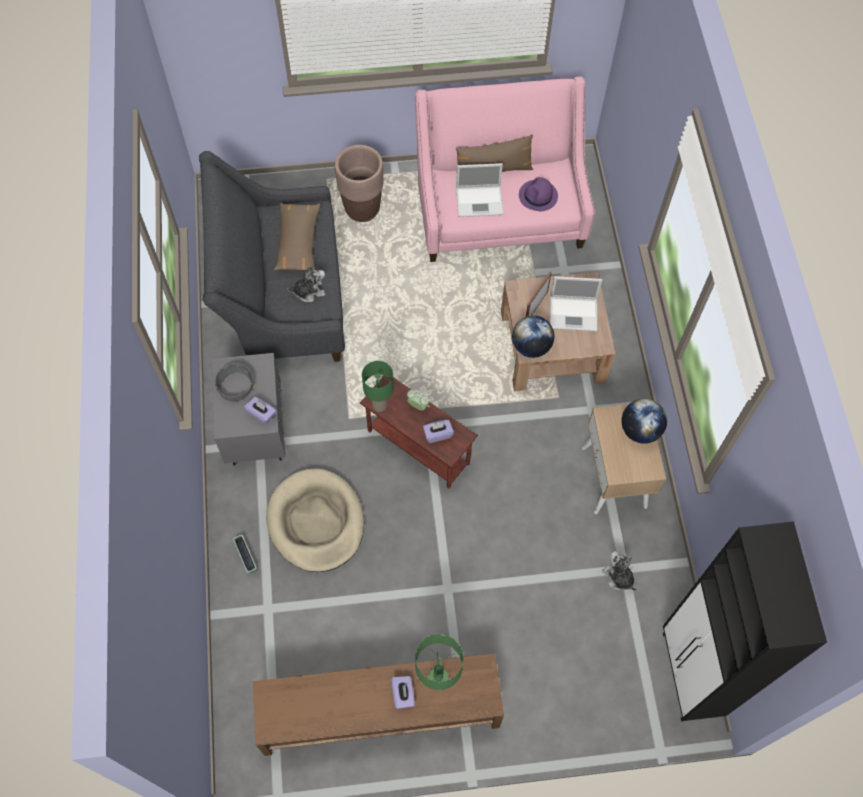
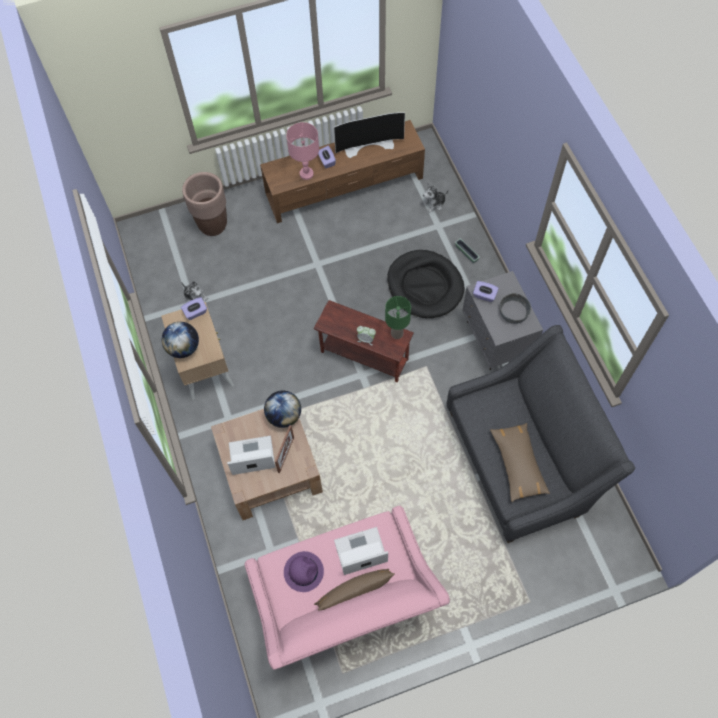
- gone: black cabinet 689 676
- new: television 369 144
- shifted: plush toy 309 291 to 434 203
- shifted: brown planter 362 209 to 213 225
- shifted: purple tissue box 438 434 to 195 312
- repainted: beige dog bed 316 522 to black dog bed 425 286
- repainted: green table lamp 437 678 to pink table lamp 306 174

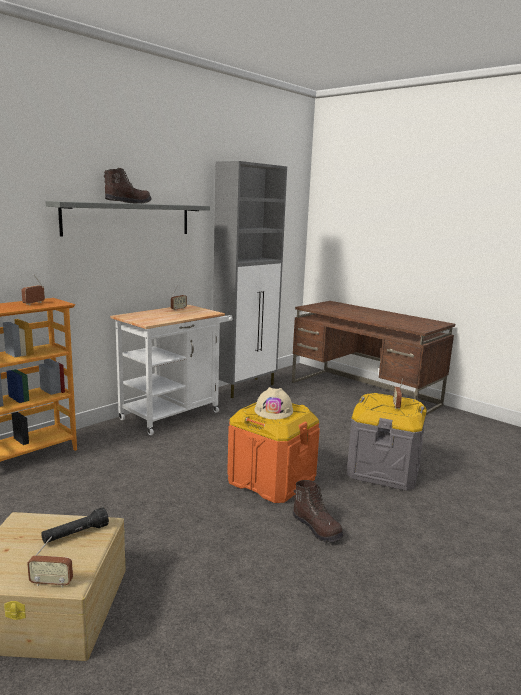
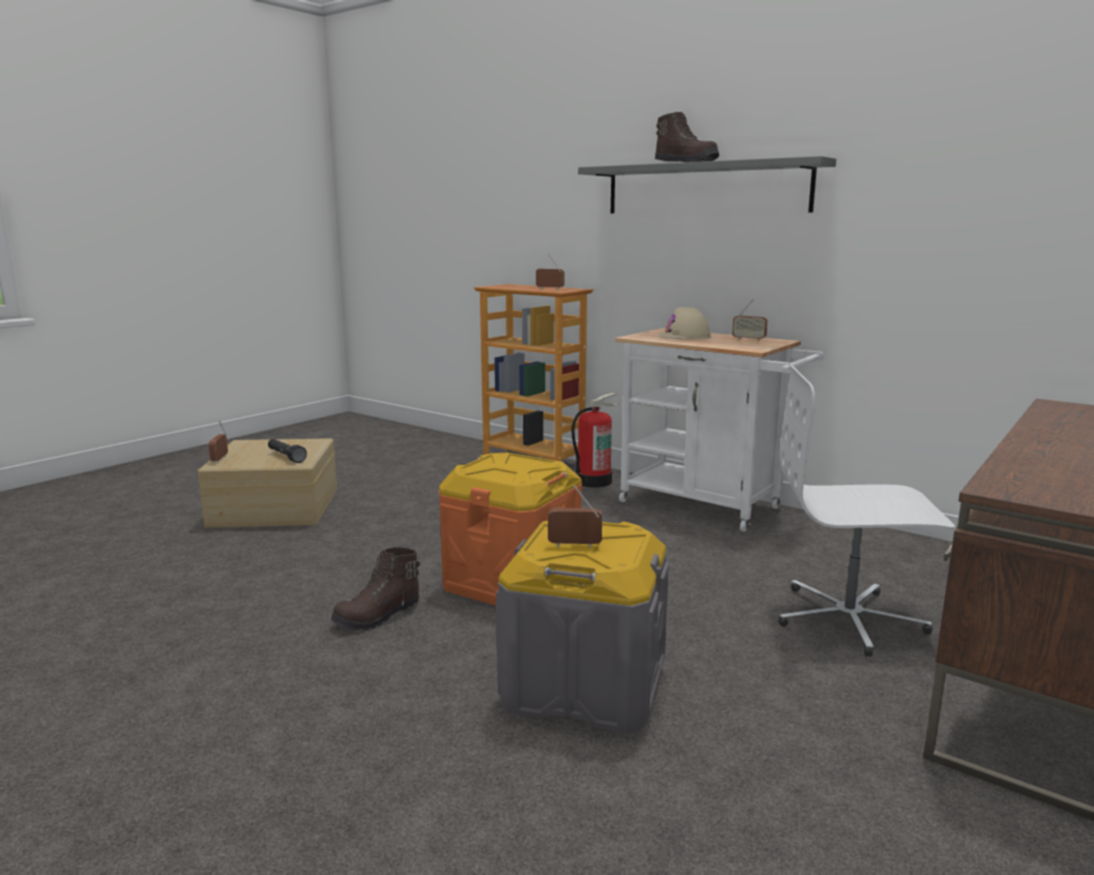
- gone: grey cabinet 245 387
- new: fire extinguisher 593 481
- new: white office chair 849 619
- shifted: beige hard hat 274 411 to 685 336

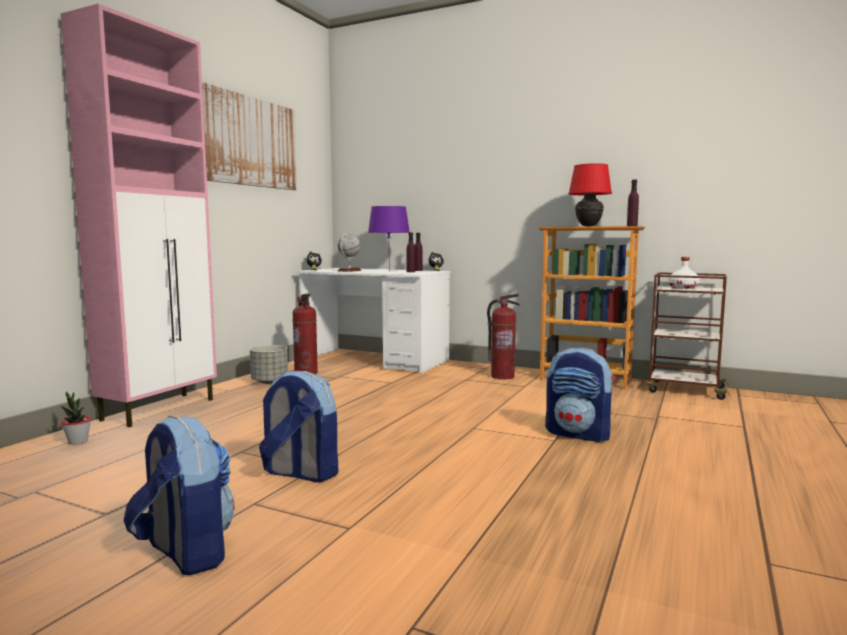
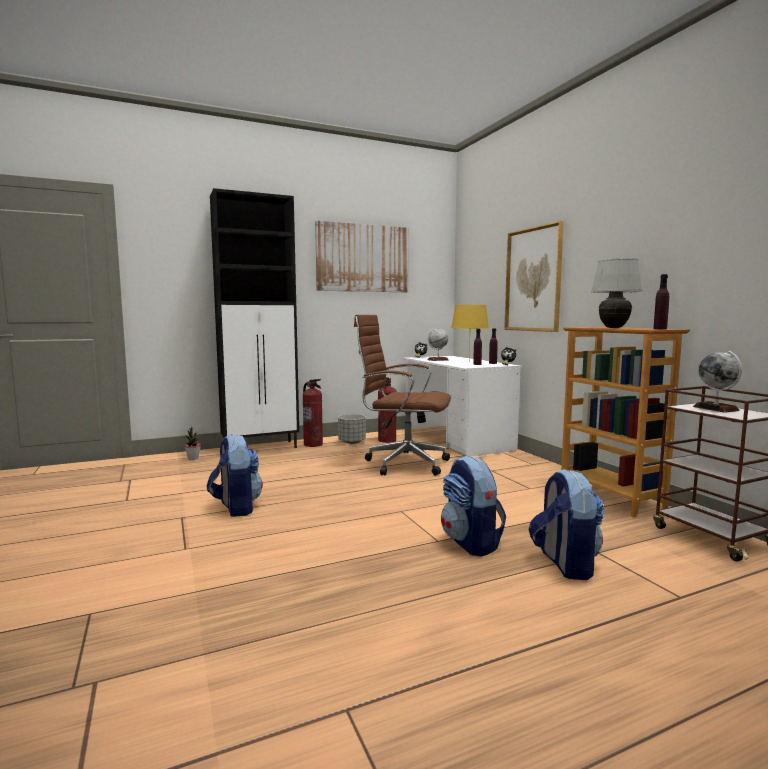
- new: brown office chair 402 463
- new: picture 533 280
- shifted: backpack 185 553 to 564 563
- shifted: fire extinguisher 502 376 to 313 444
- swapped: white bottle 683 288 to globe 716 408
- repainted: pink cabinet 161 409 to black cabinet 261 448
- repainted: purple table lamp 389 270 to yellow table lamp 469 361
- repainted: red table lamp 588 226 to white table lamp 613 328

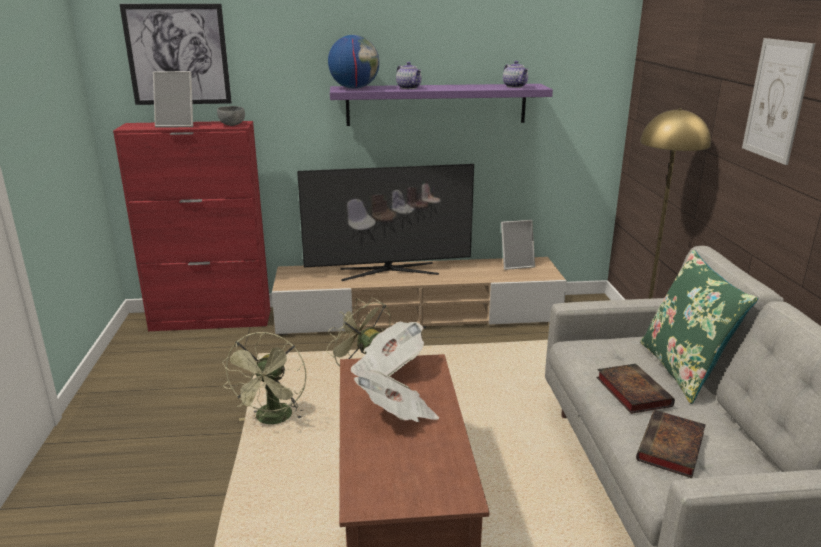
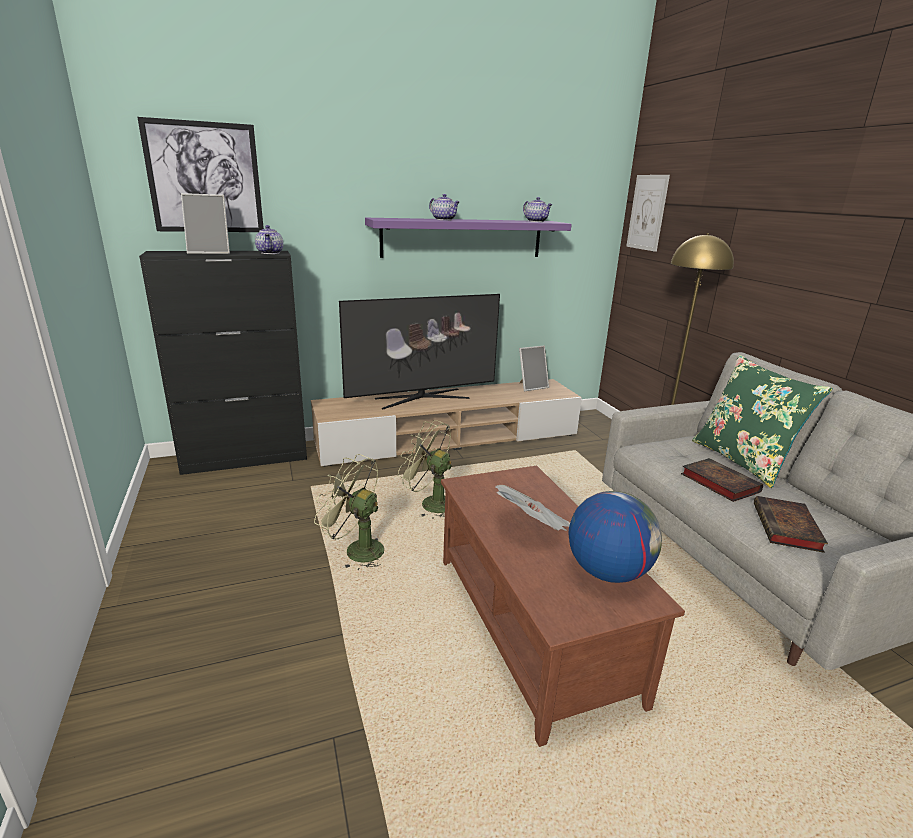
- gone: newspaper 387 368
- shifted: globe 354 88 to 607 572
- shifted: picture 776 100 to 647 212
- swapped: grey bowl 232 125 to teapot 271 253
- repainted: red cabinet 212 320 to black cabinet 246 458
- rotated: green fan 273 420 = 356 550 120 degrees clockwise

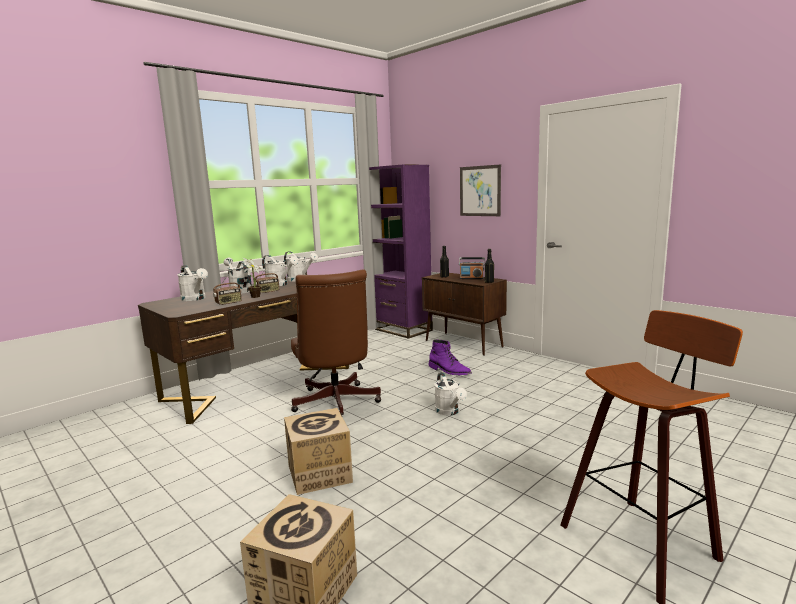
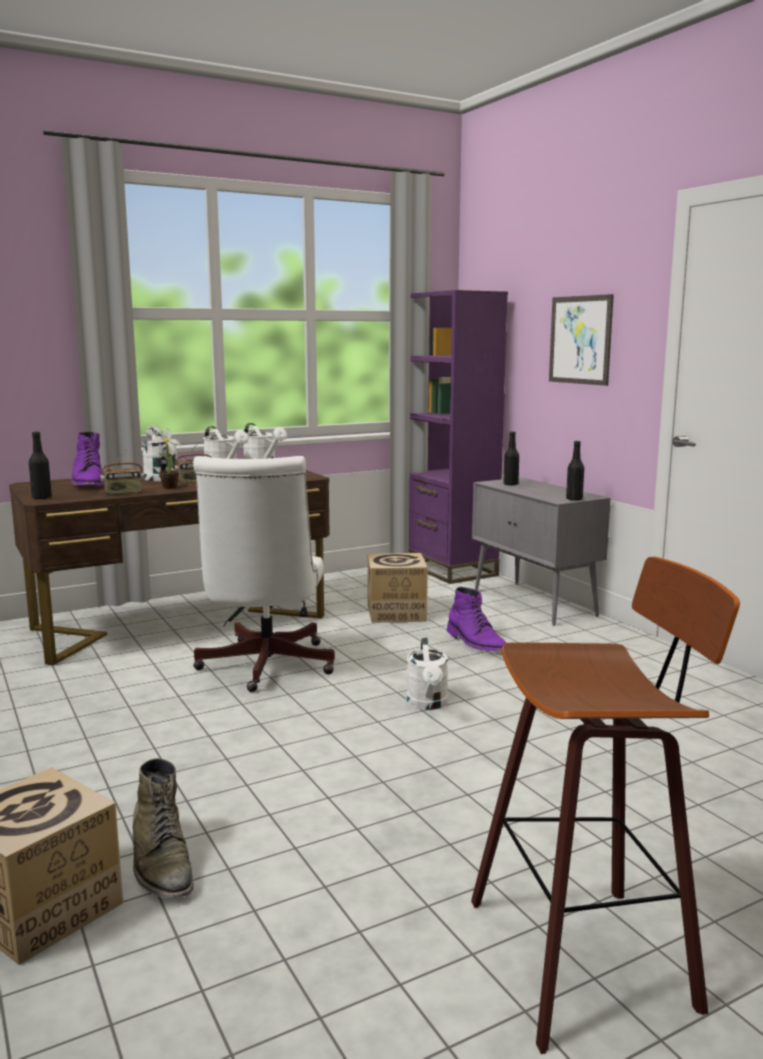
- gone: radio 471 278
- new: black bottle 42 498
- new: green boot 161 863
- shifted: cardboard box 319 474 to 396 613
- swapped: white watering can 195 299 to purple boot 88 483
- repainted: brown office chair 335 404 to white office chair 264 668
- repainted: brown cabinet 464 344 to grey cabinet 534 603

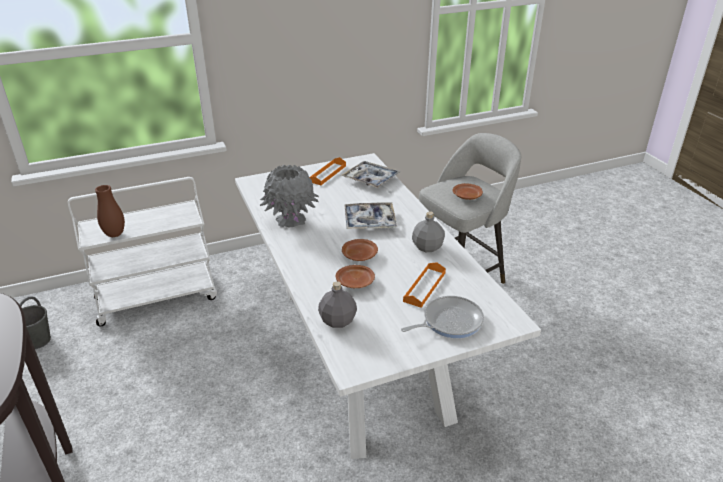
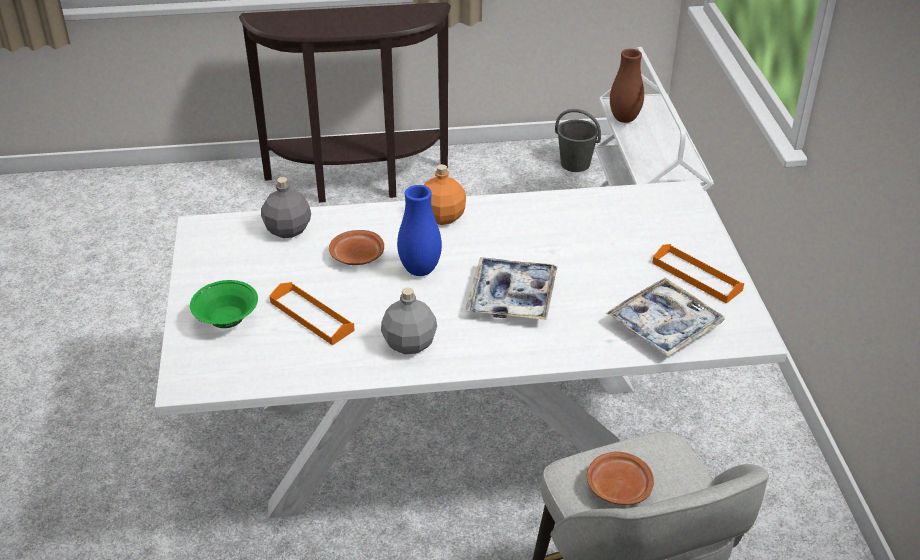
- gone: grey vase 291 220
- new: orange bottle 441 217
- swapped: brown plate 359 255 to blue vase 420 270
- swapped: frying pan 449 321 to green bowl 227 321

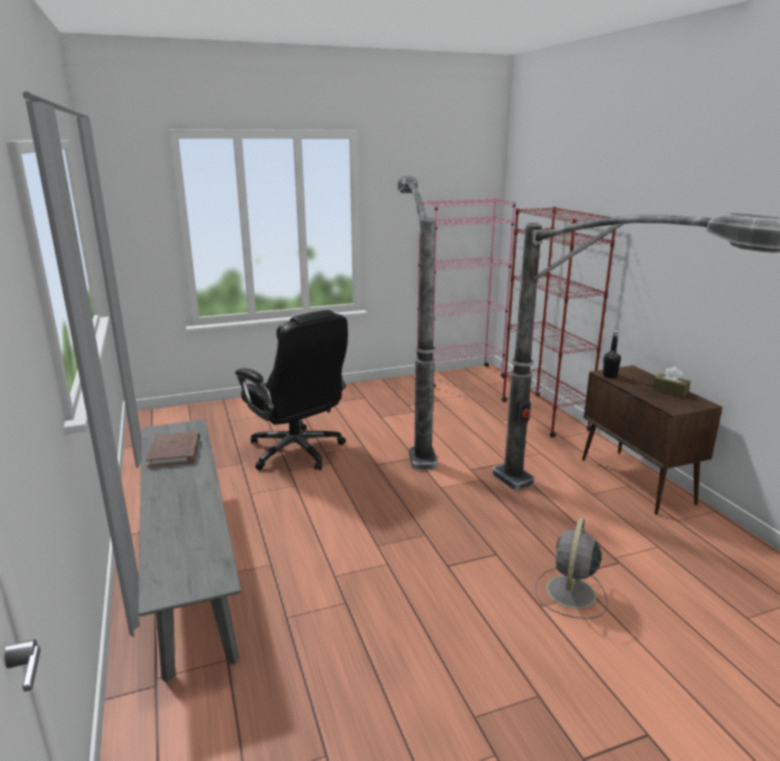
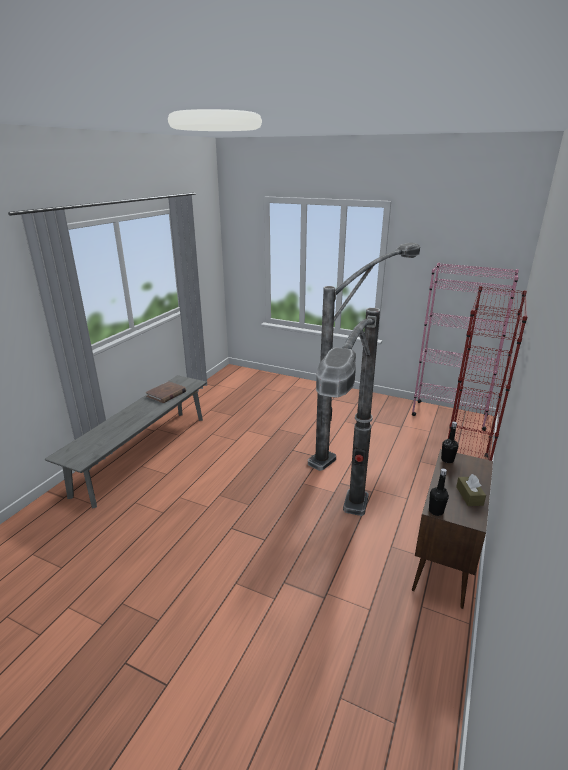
- gone: black office chair 297 451
- gone: grey fan 570 593
- new: black bottle 436 511

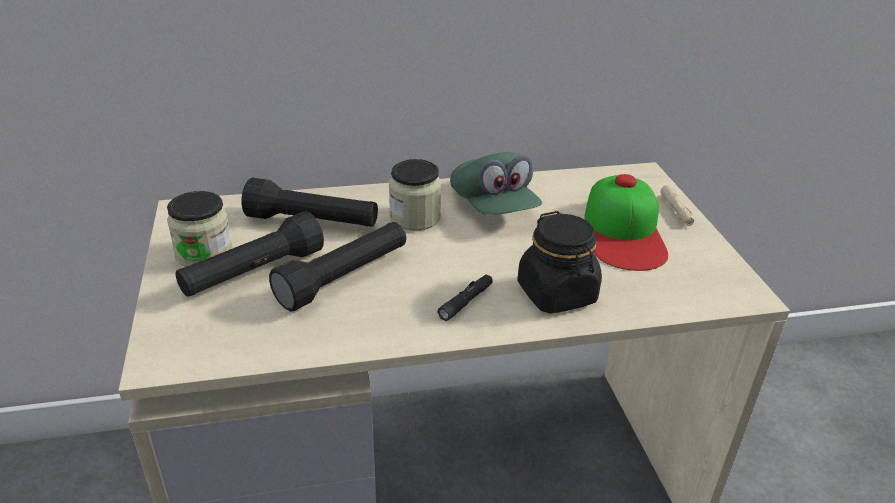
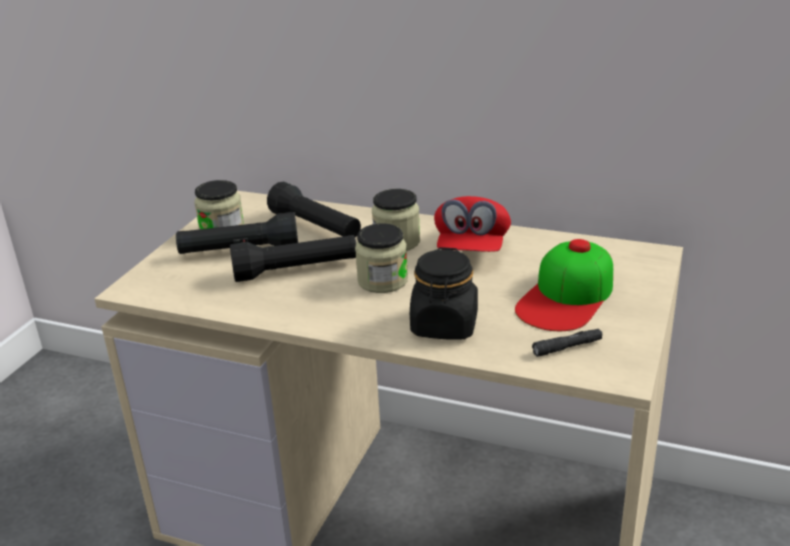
- gone: beige flashlight 676 210
- new: jar 382 281
- shifted: black flashlight 465 302 to 567 347
- repainted: green cap 493 207 to red cap 471 249

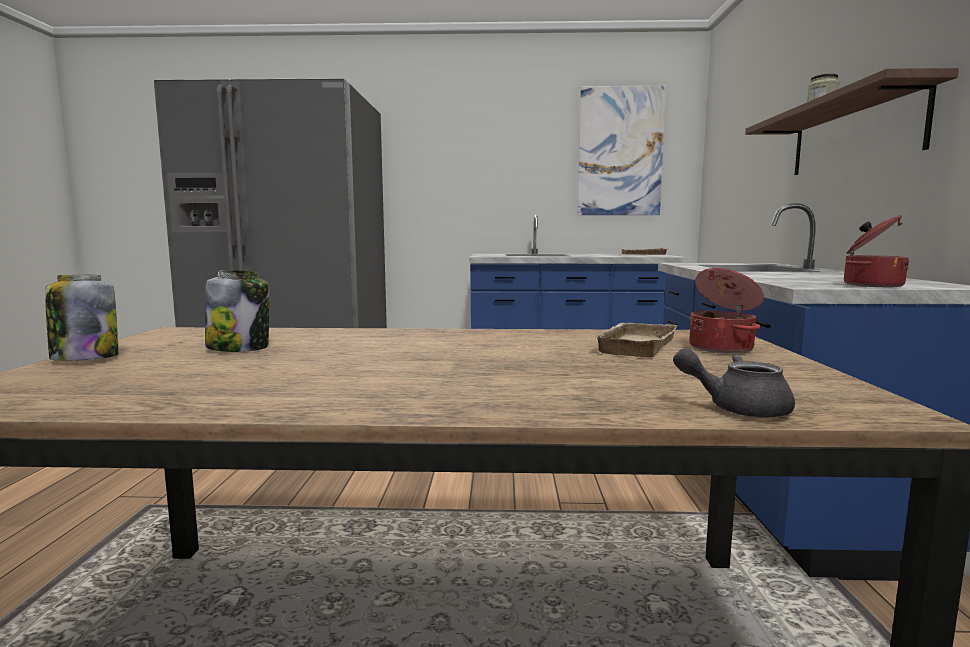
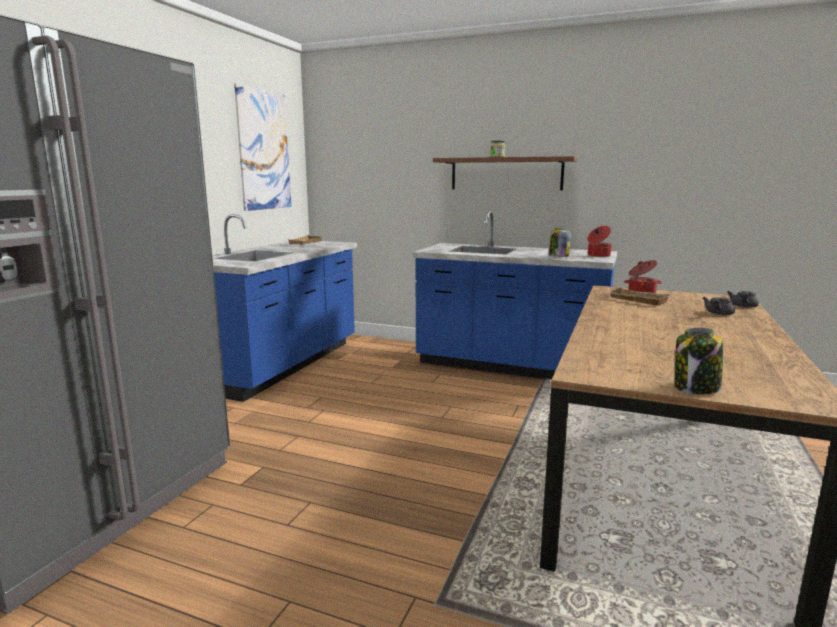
- new: grey teapot 717 314
- shifted: jar 239 348 to 558 256

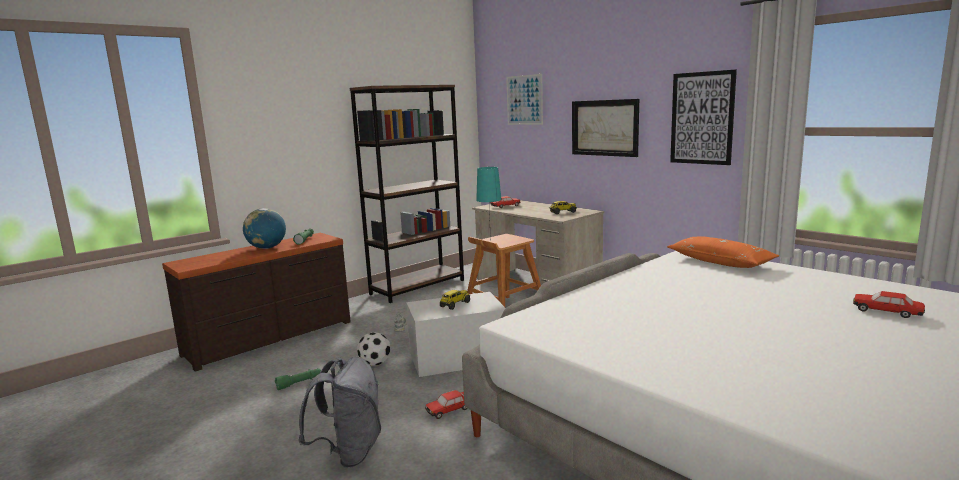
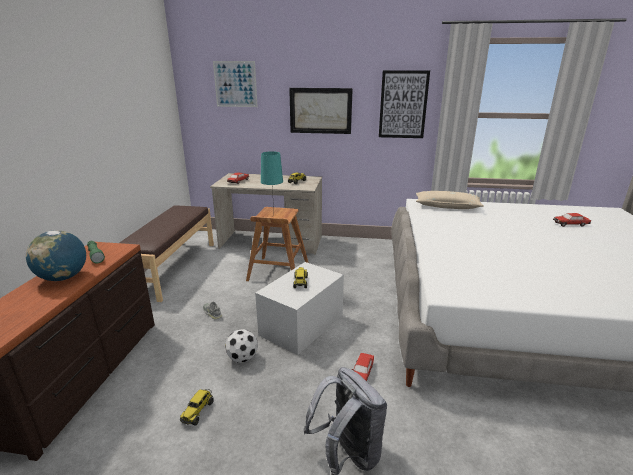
- swapped: green flashlight 299 383 to toy truck 198 411
- swapped: brown bookcase 418 287 to brown bench 171 268
- repainted: orange pillow 720 262 to beige pillow 447 206

